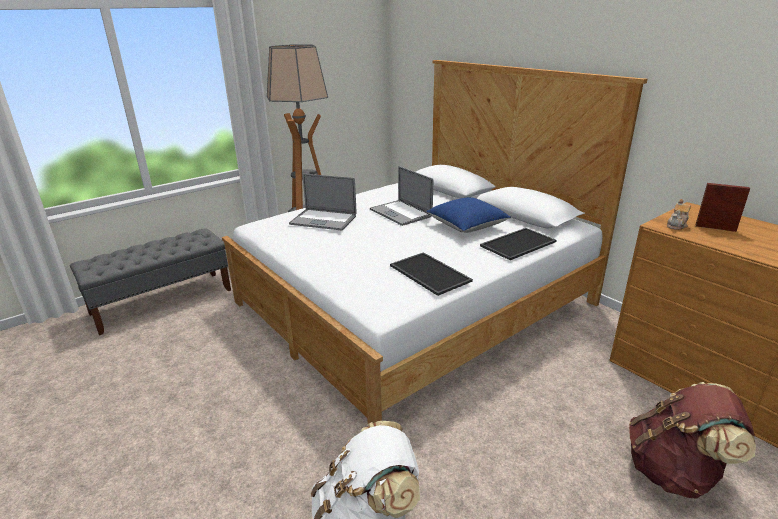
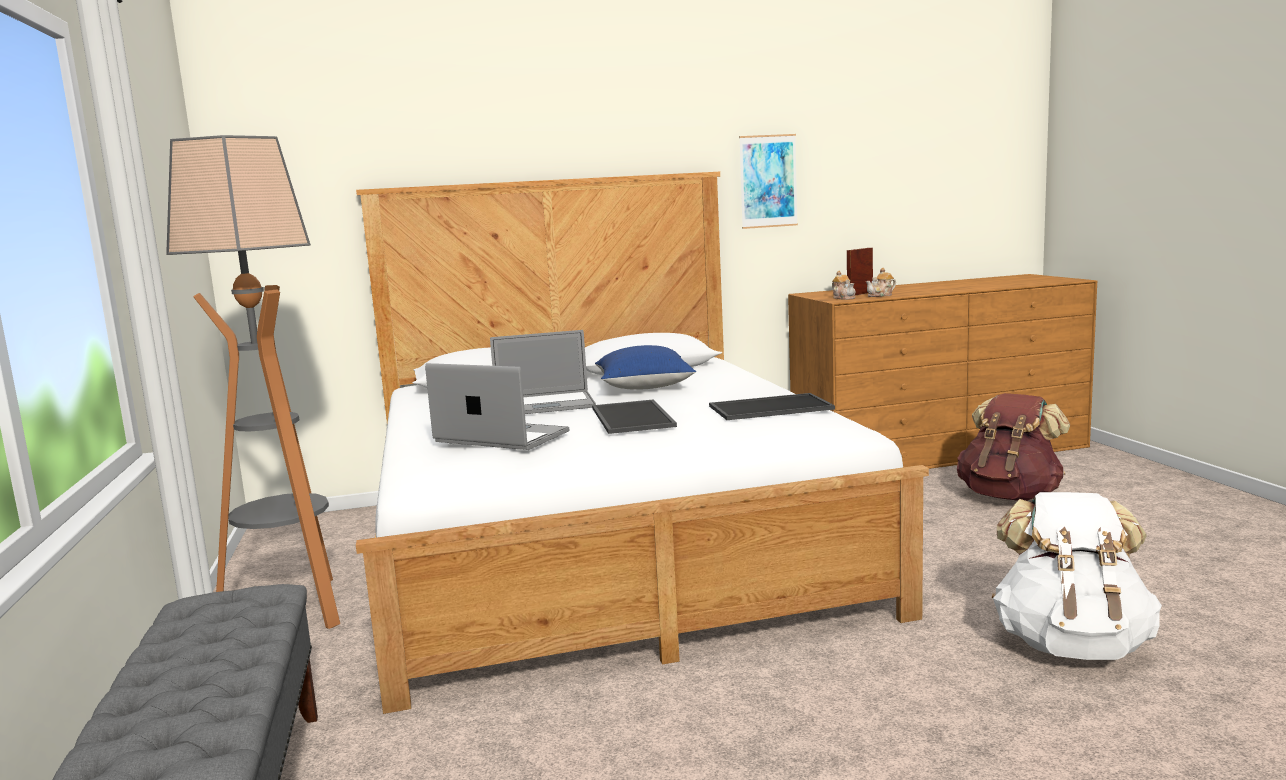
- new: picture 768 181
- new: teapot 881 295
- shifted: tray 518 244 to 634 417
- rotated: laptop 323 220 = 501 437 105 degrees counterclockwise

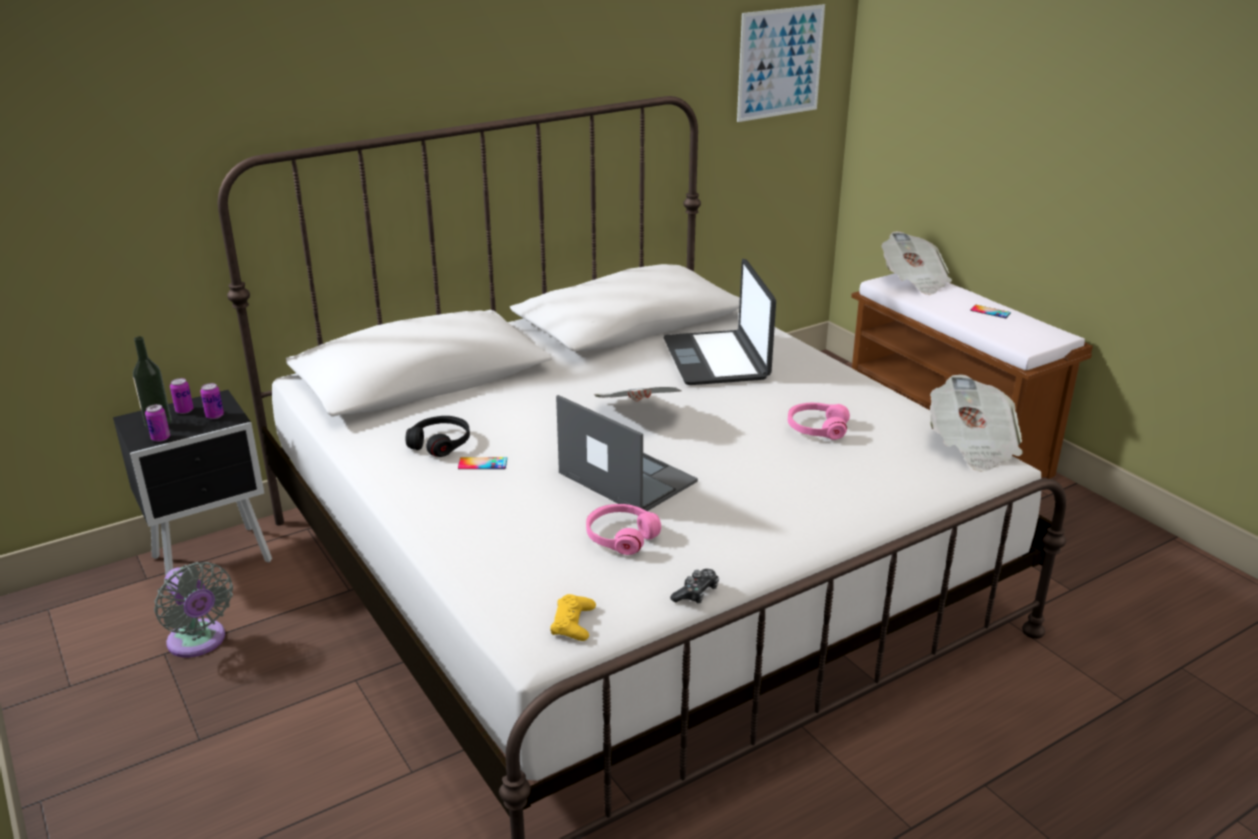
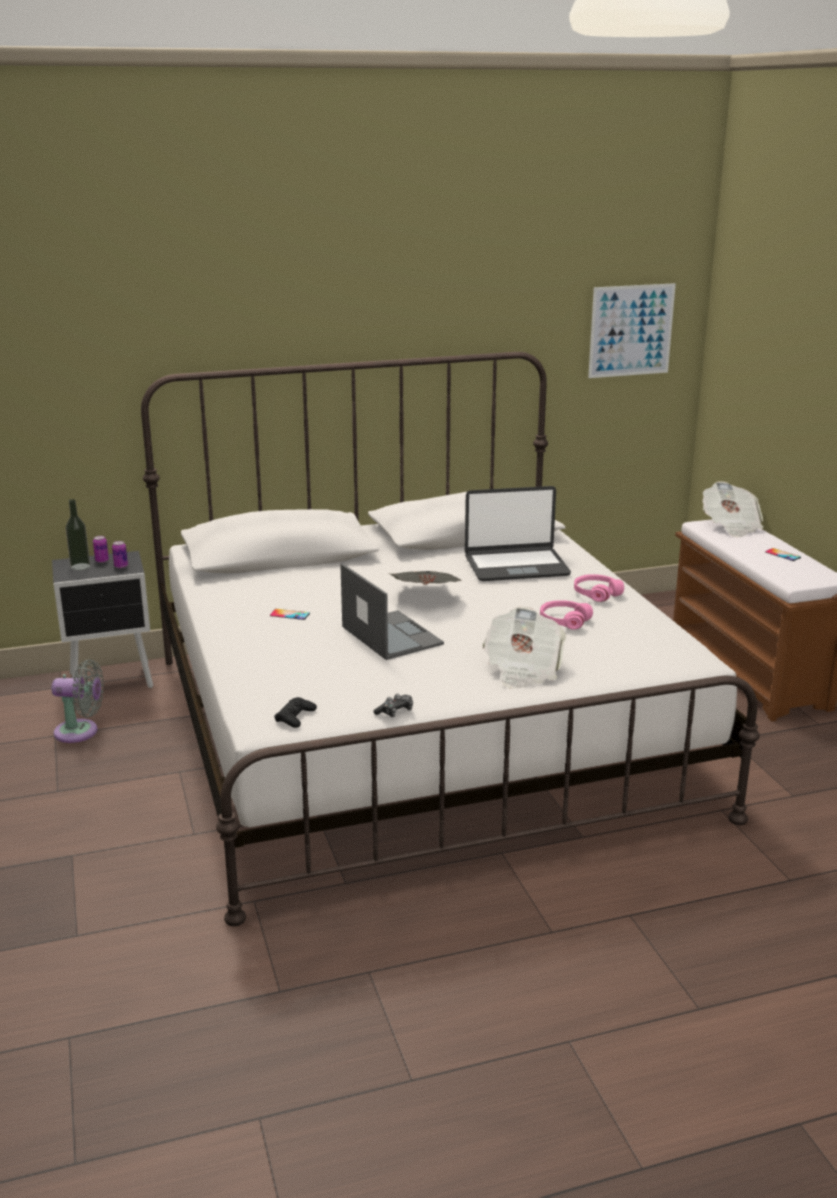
- gone: can 161 438
- gone: black headphones 440 443
- shifted: pink headphones 621 537 to 596 594
- shifted: newspaper 972 446 to 522 669
- repainted: yellow game controller 573 623 to black game controller 295 717
- rotated: grey fan 199 642 = 81 732 60 degrees counterclockwise
- rotated: laptop 717 359 = 516 566 105 degrees counterclockwise

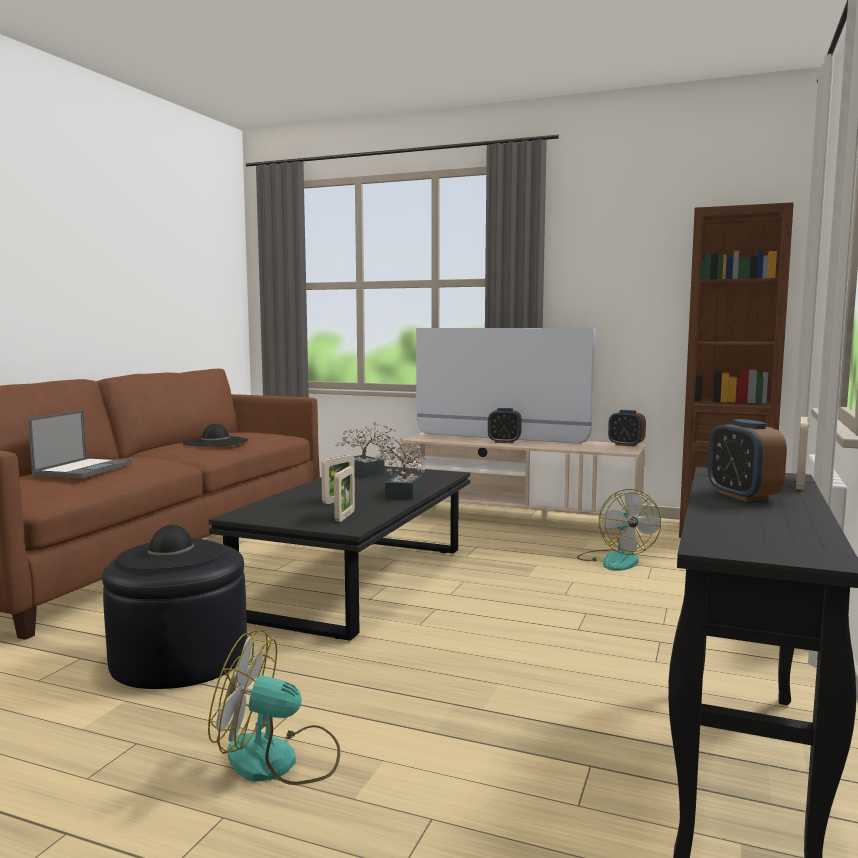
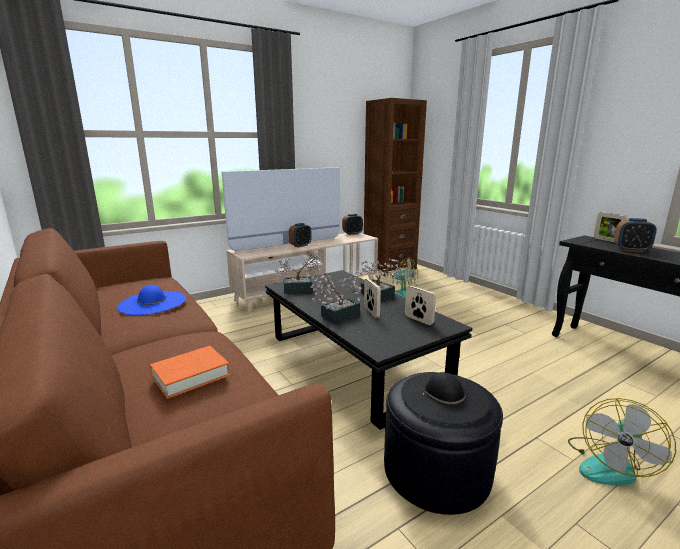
- new: potted plant 336 316
- swapped: laptop 84 469 to orange book 190 376
- repainted: black hat 215 442 to blue hat 152 303

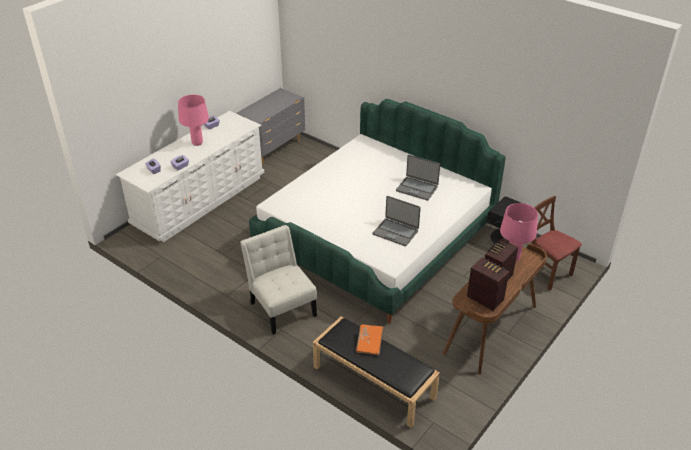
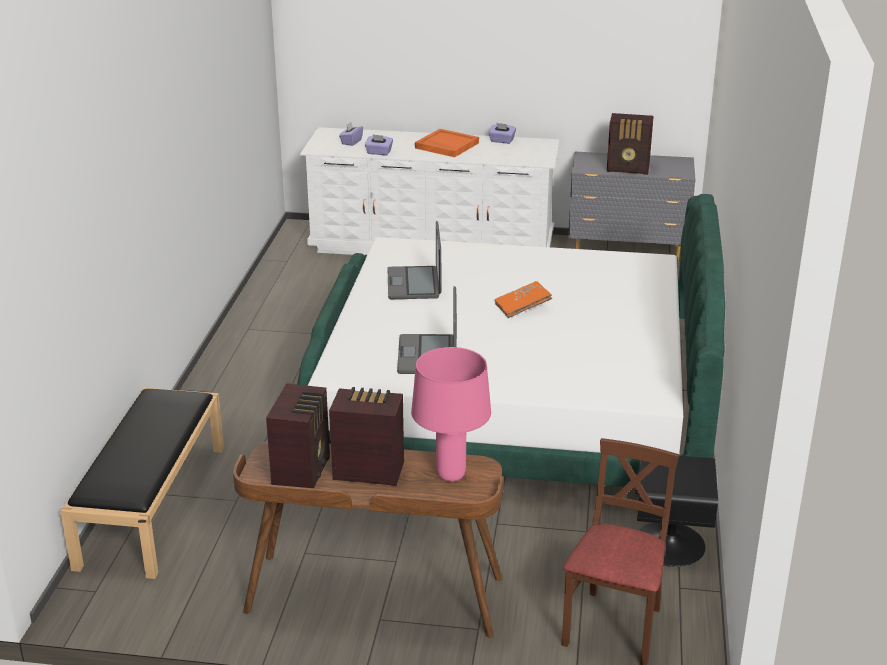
- gone: white chair 281 307
- new: radio 629 169
- shifted: orange book 369 343 to 522 307
- shifted: laptop 417 188 to 414 284
- swapped: pink table lamp 197 143 to orange tray 446 145

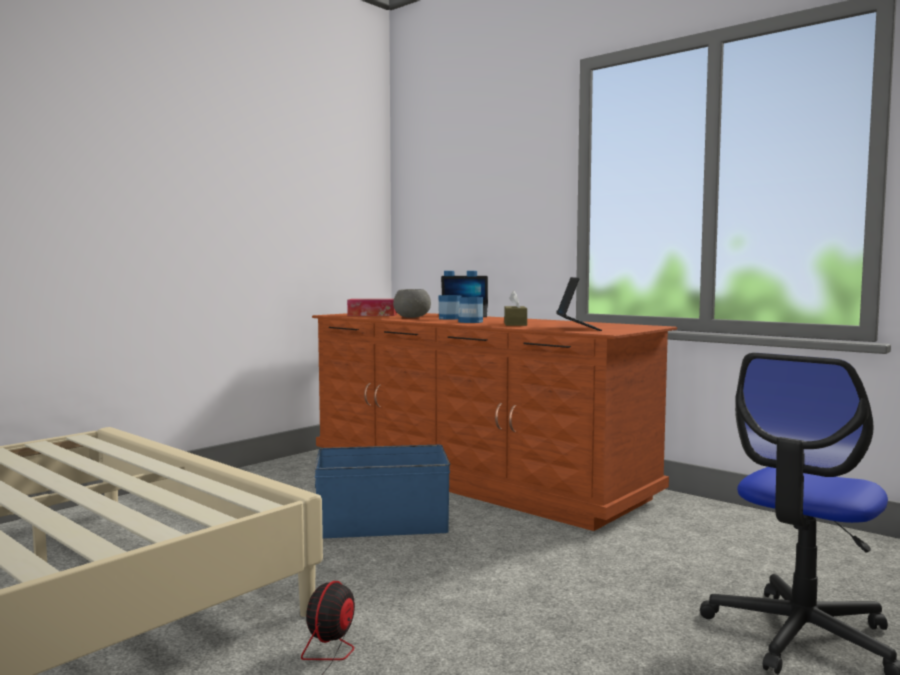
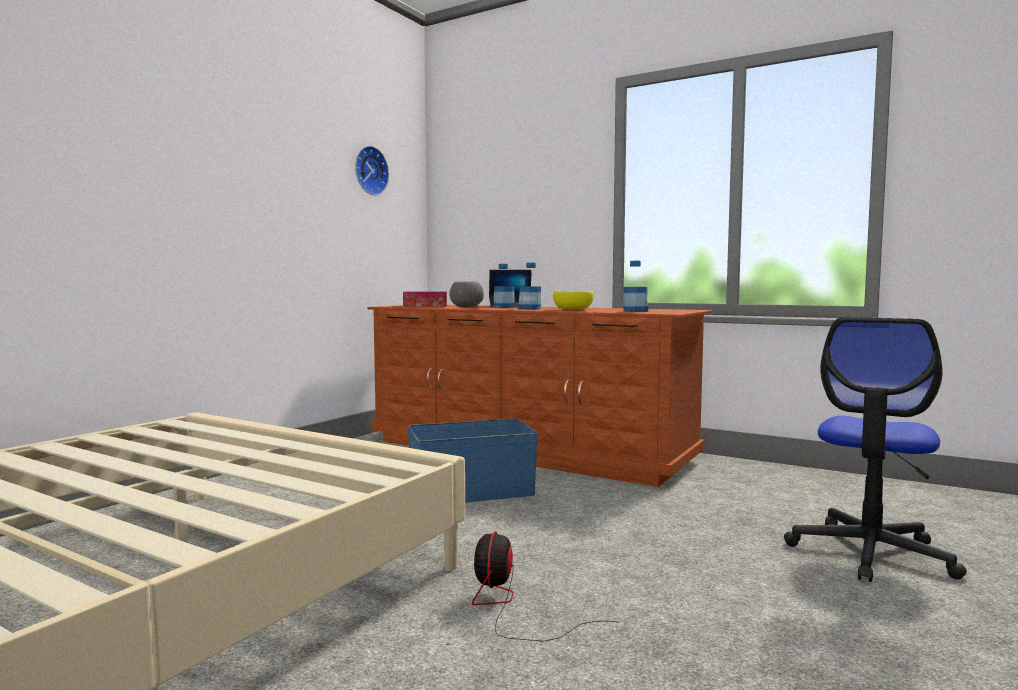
- new: wall clock 369 171
- swapped: brown tissue box 515 324 to yellow bowl 573 309
- swapped: laptop 577 328 to bottle 635 311

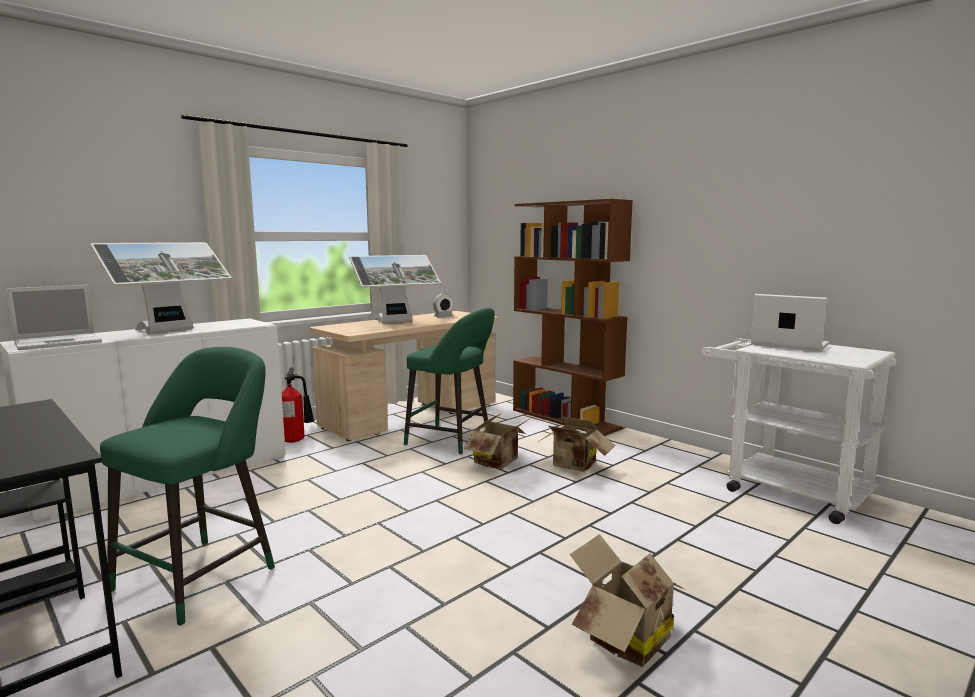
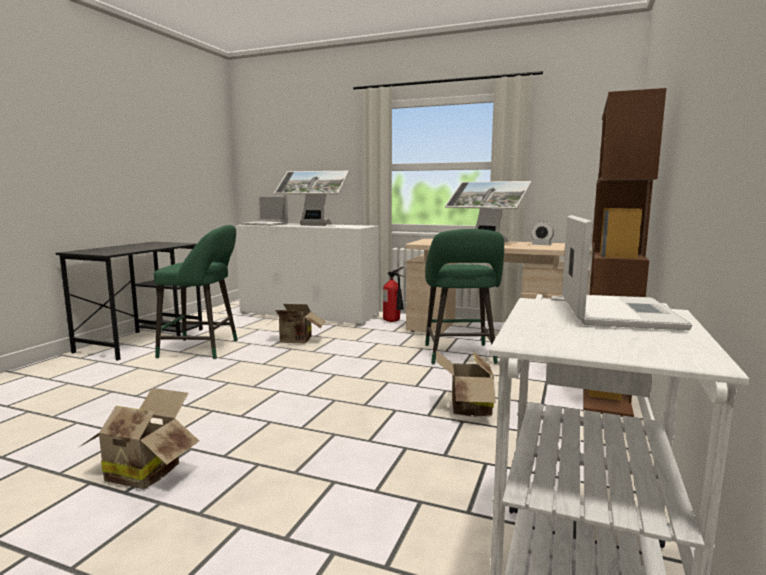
- shifted: cardboard box 499 462 to 296 341

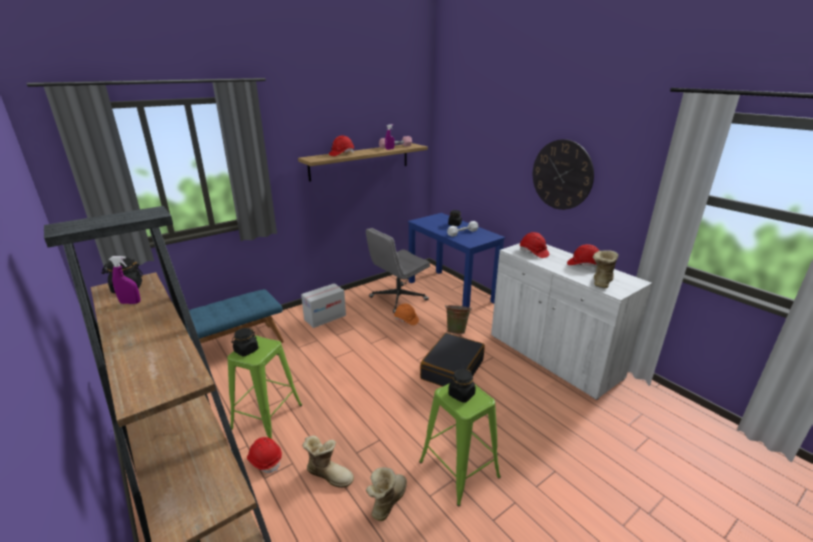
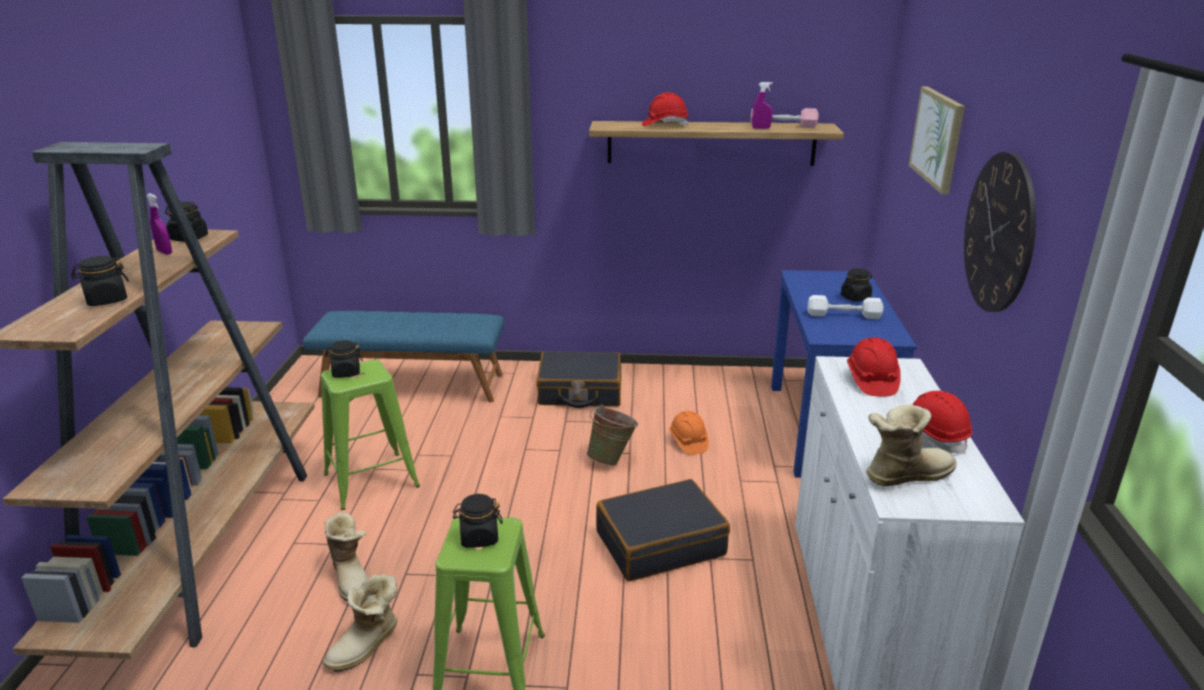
- gone: red hard hat 265 460
- gone: grey office chair 398 299
- new: black jar 106 300
- new: picture 937 138
- shifted: green bucket 457 331 to 612 459
- swapped: cardboard box 325 317 to black suitcase 580 391
- rotated: boot 386 501 = 367 646 150 degrees clockwise

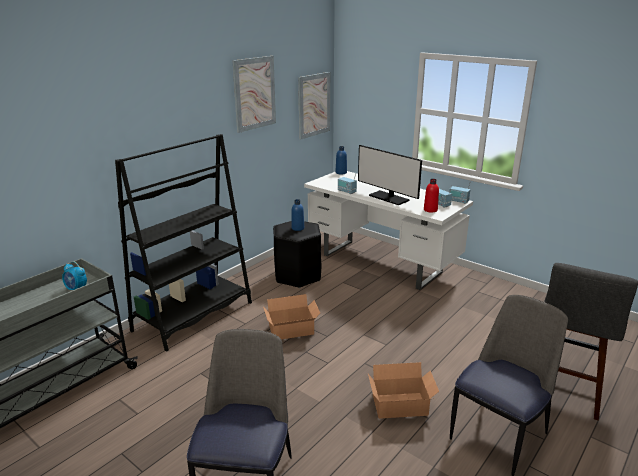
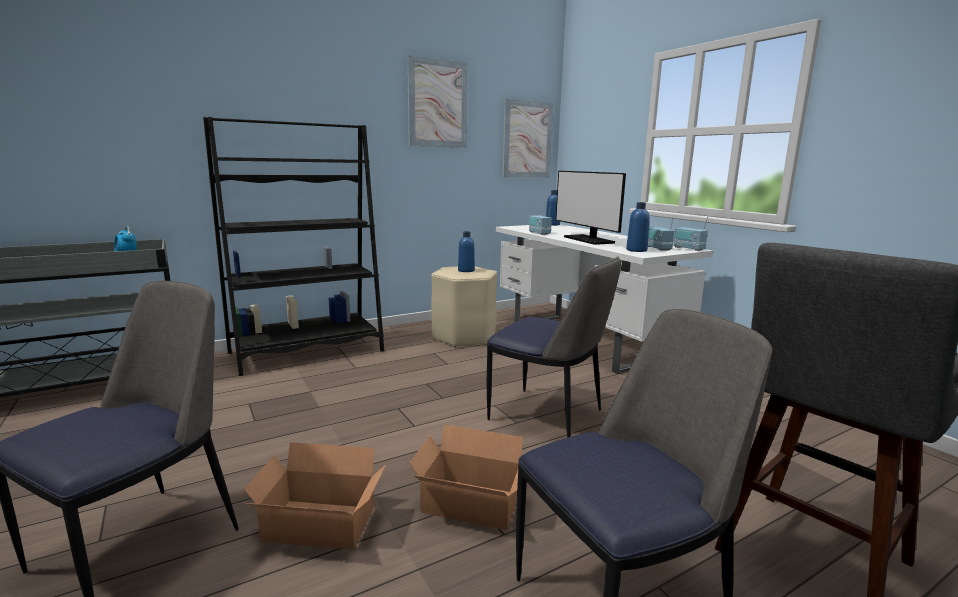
- new: chair 548 416
- shifted: cardboard box 292 330 to 320 527
- repainted: black stool 297 276 to beige stool 463 337
- repainted: red bottle 430 210 to blue bottle 636 250

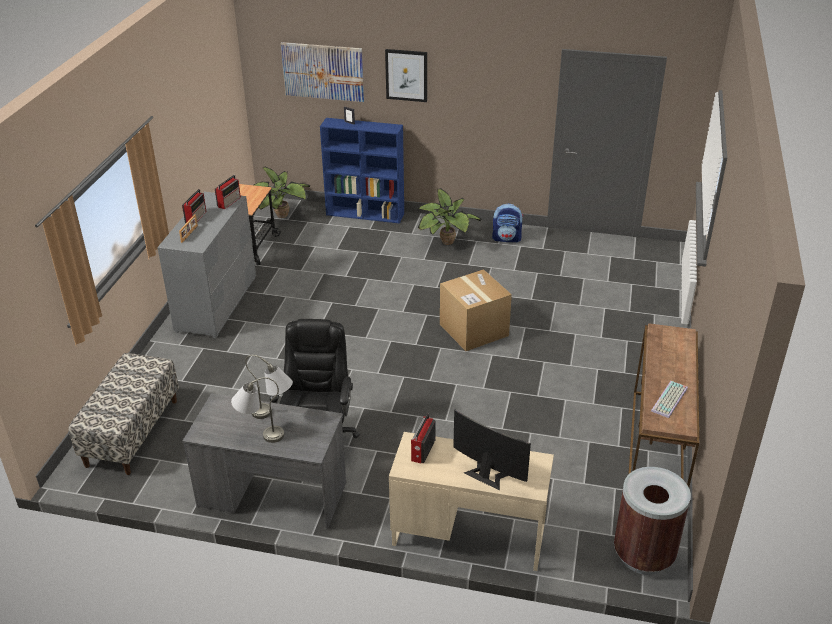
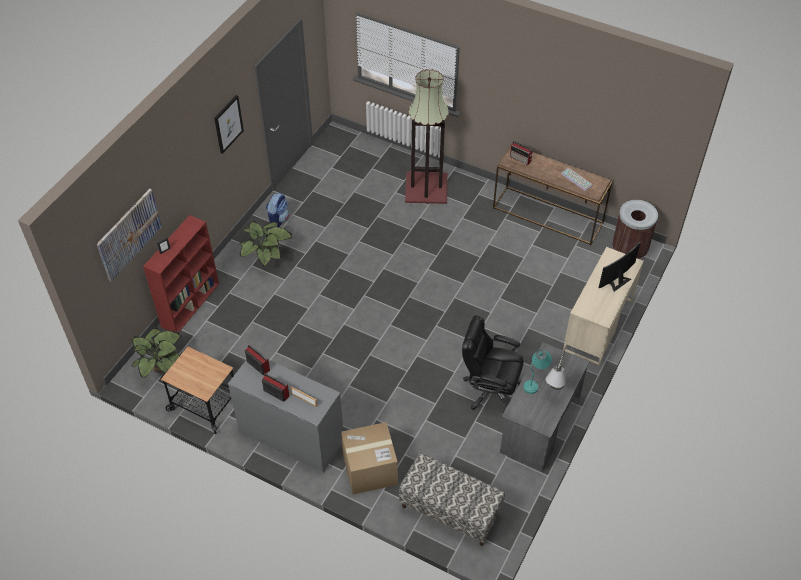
- new: floor lamp 427 187
- shifted: picture 406 75 to 228 124
- shifted: radio 422 451 to 520 159
- shifted: cardboard box 474 330 to 370 469
- repainted: grey table lamp 274 415 to turquoise table lamp 535 380
- repainted: blue bookcase 366 214 to red bookcase 190 304

